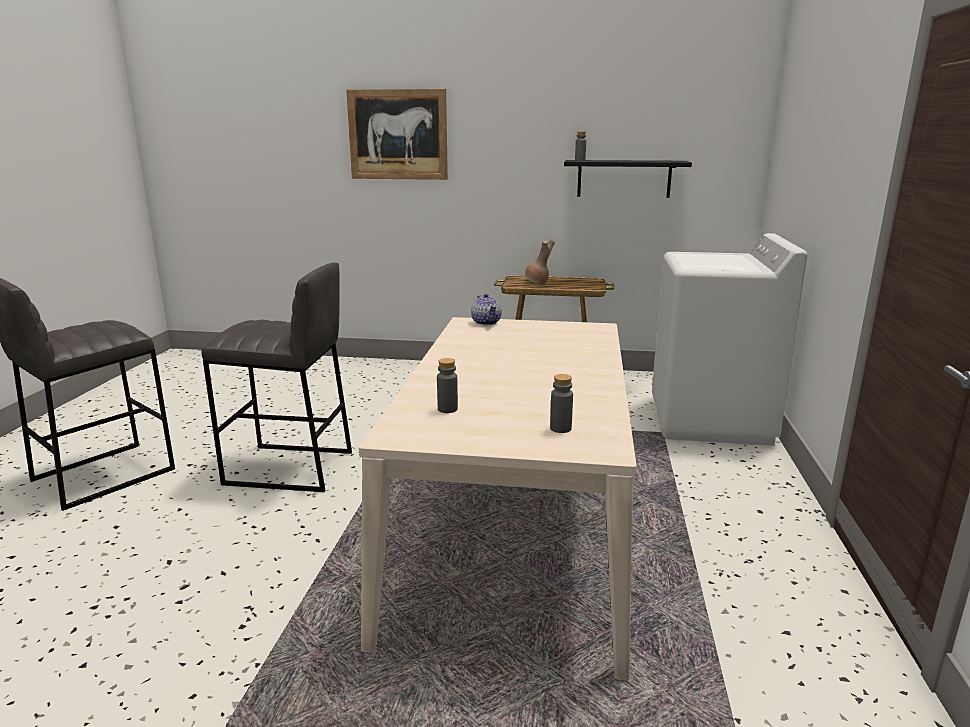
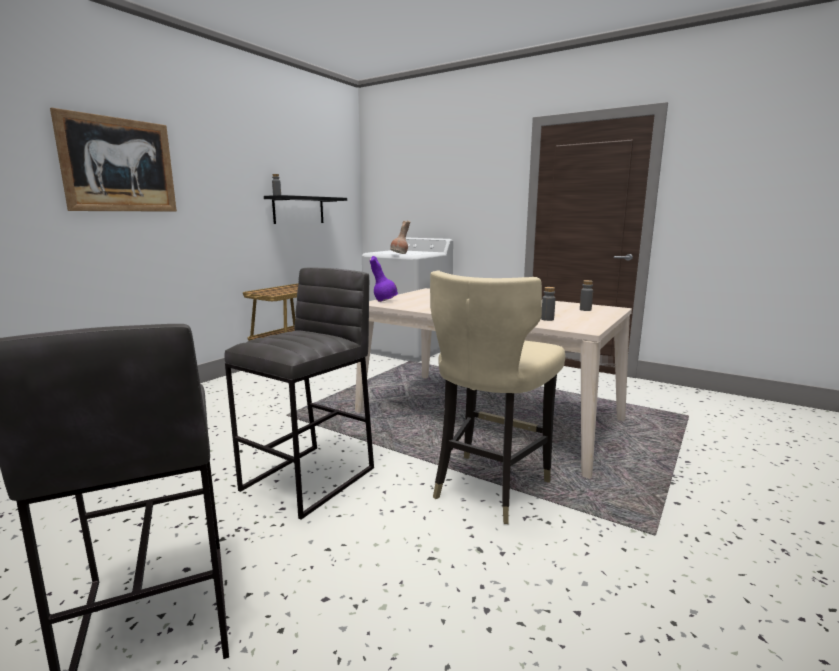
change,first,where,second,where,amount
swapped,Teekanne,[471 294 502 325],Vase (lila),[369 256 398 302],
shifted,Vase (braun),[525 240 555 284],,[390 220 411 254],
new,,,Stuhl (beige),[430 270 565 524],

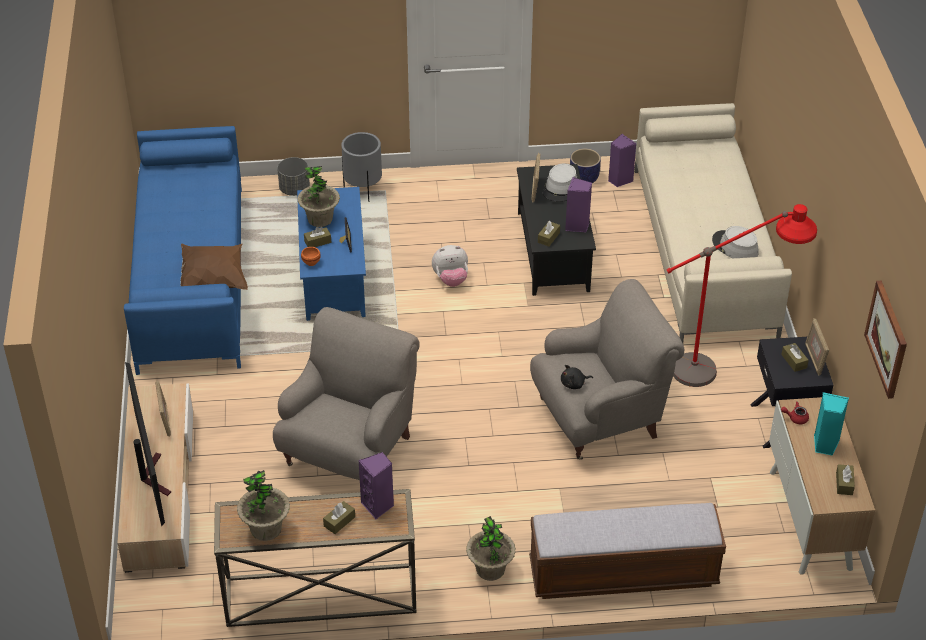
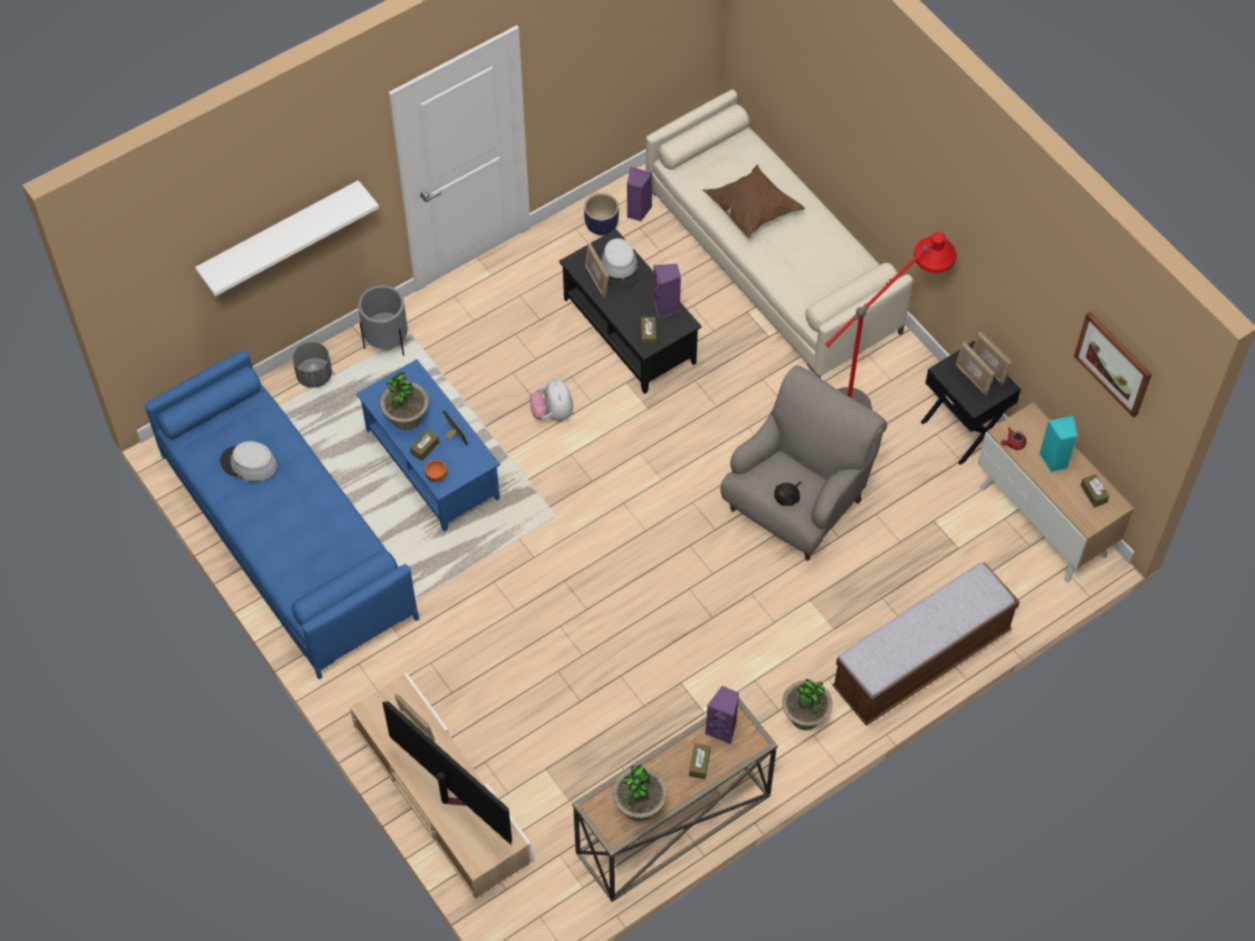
change,first,where,second,where,amount
shifted,Kissen (braun),[180 243 248 290],,[703 164 805 238],
gone,Sessel (grau),[273 307 420 480],,,
rotated,Plüschtier,[432 245 468 287],,[530 379 573 421],120 degrees clockwise
shifted,Hut (grau),[712 226 759 258],,[220 441 277 481],
swapped,Taschentuchbox (braun),[781 343 809 372],Bilderrahmen,[955 342 995 396],
new,,,Wandregal (weiß),[195 180 379 296],

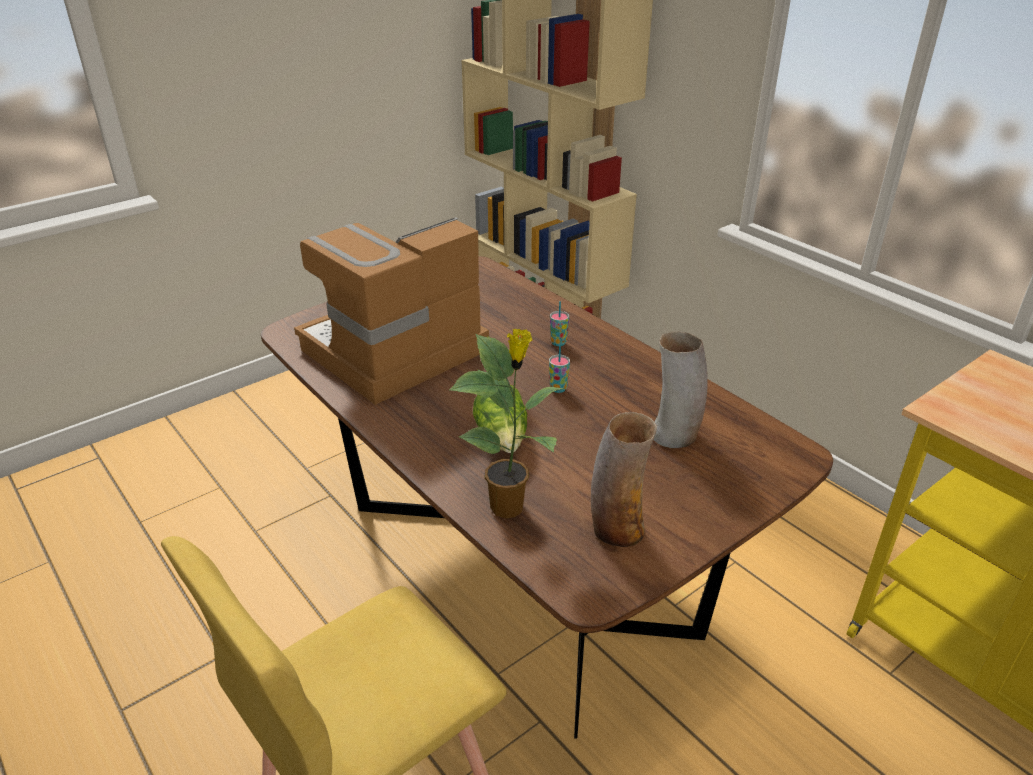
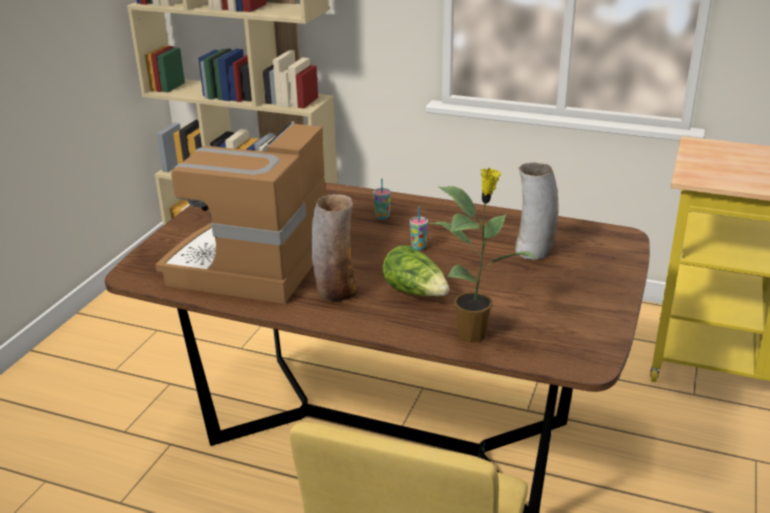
change,first,where,second,where,amount
shifted,Vase,[591 412 657 547],,[311 194 357 301],

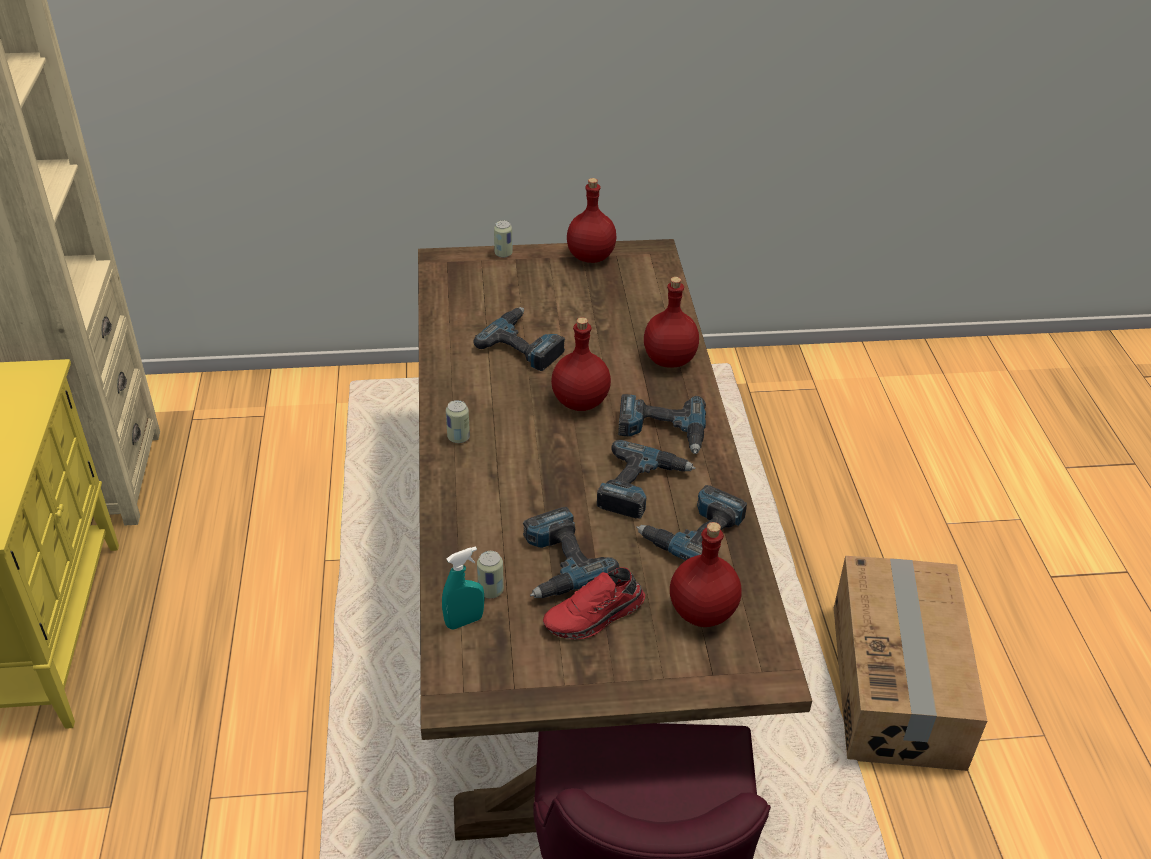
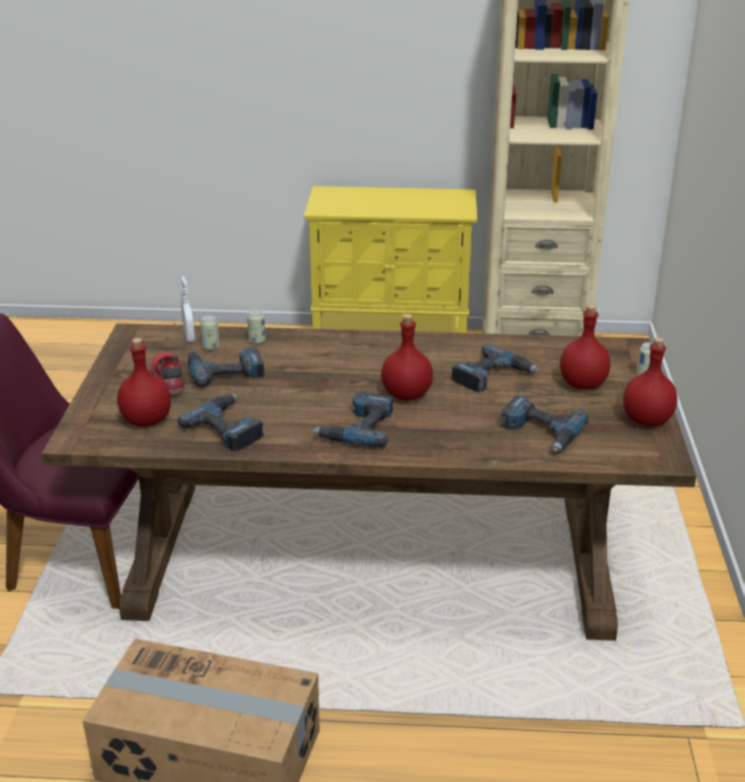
change,first,where,second,where,amount
repainted,Sprühflasche (türkis),[442 546 485 630],Sprühflasche (weiß),[181 276 195 342],
shifted,Dose,[446 400 470 443],,[247 309 266 344],
shifted,Bohrmaschine,[597 440 695 519],,[500 395 588 452],
shifted,Flasche (rot),[644 277 699 368],,[560 305 610 390],

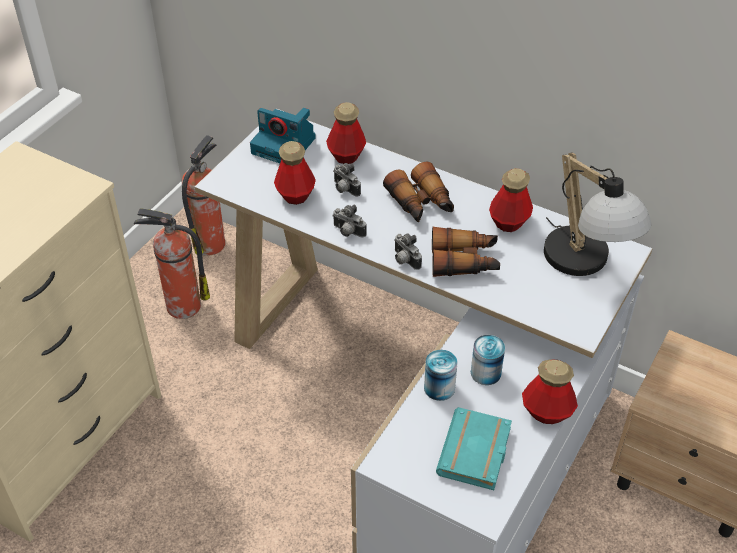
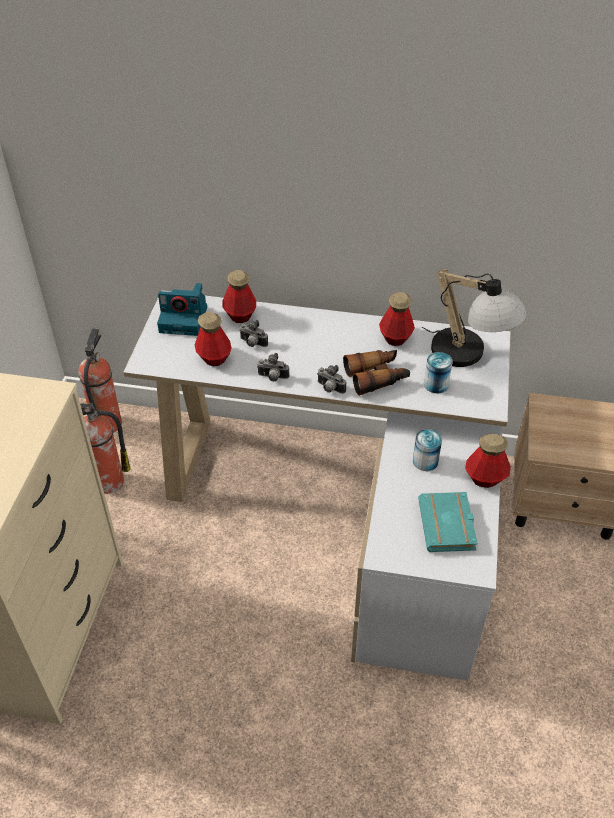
change,first,where,second,where,amount
gone,Fernglas,[383 162 454 222],,,
shifted,Dose,[424 350 458 401],,[424 352 453 393],

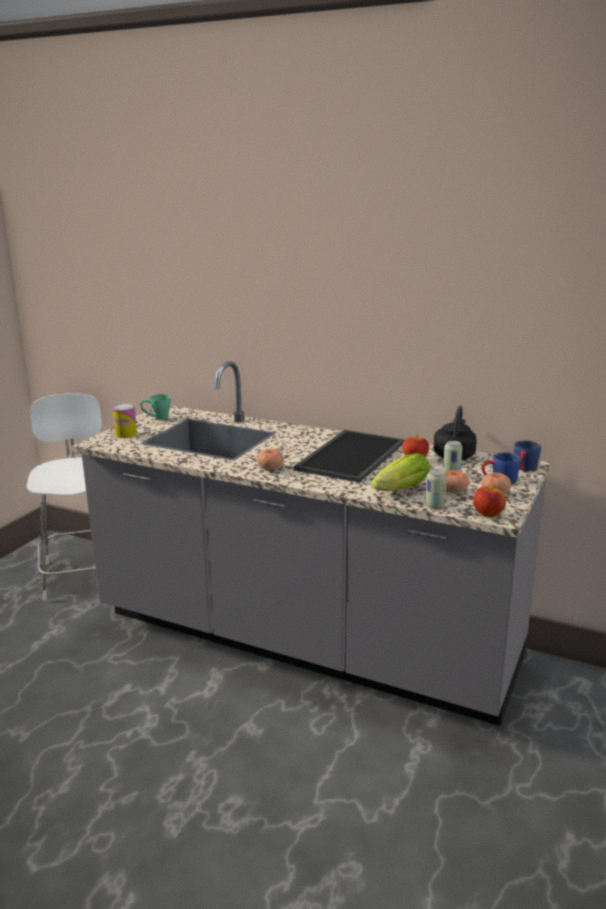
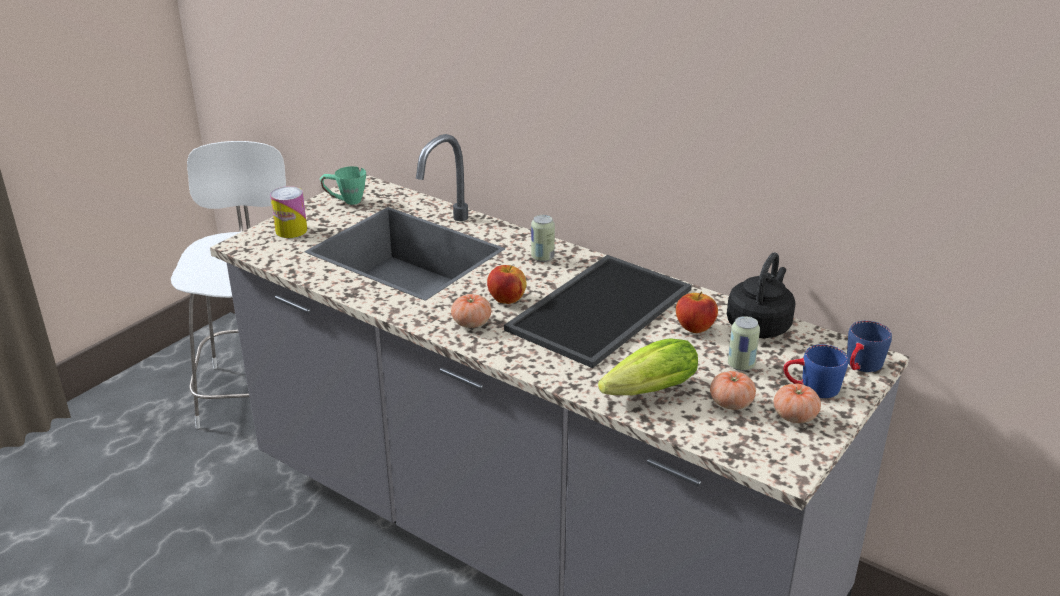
change,first,where,second,where,amount
shifted,Dose,[425 469 447 509],,[531 215 555 262],
shifted,Apfel,[473 486 506 517],,[487 265 527 304],

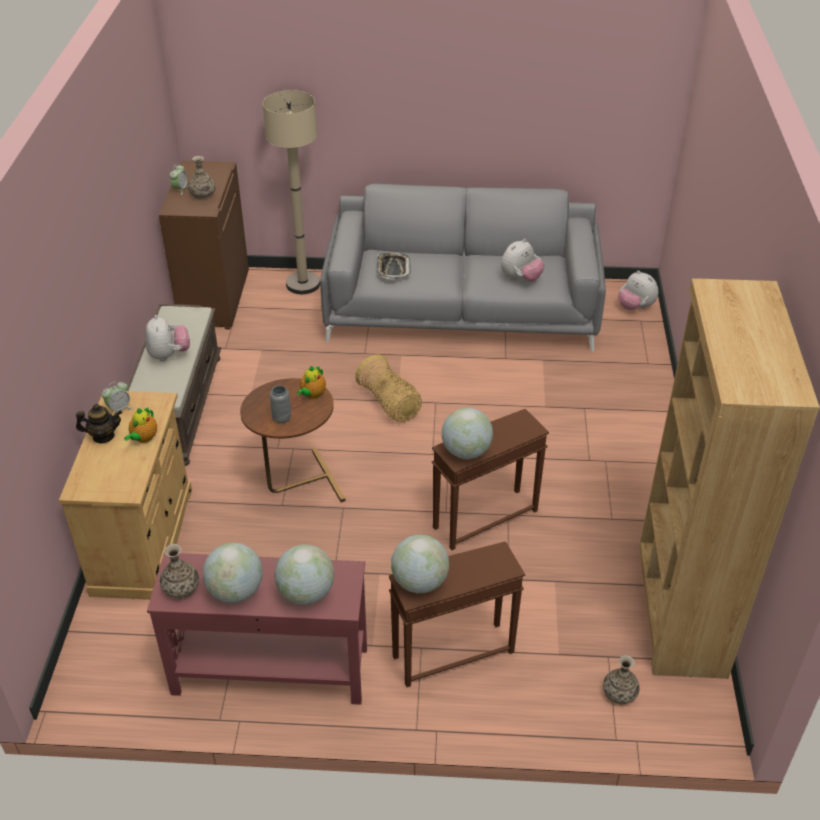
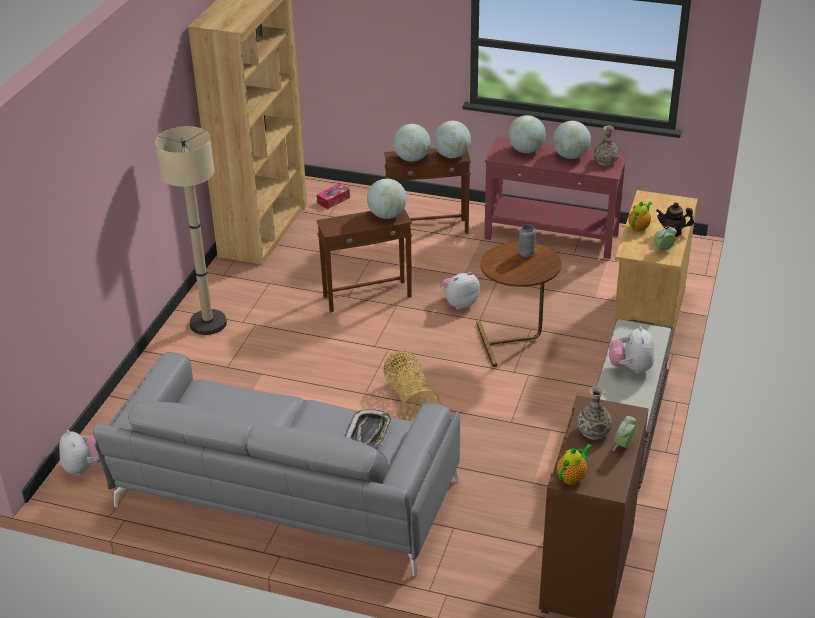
change,first,where,second,where,amount
shifted,Stehlampe (beige),[263 90 320 294],,[155 126 227 335],
shifted,Teekanne,[297 366 326 399],,[557 444 592 485],
shifted,Plüschtier,[501 239 545 282],,[440 272 480 309],
swapped,Vase,[603 655 640 705],Taschentuchbox,[317 184 350 209],
new,,,Globus,[393 124 430 162],

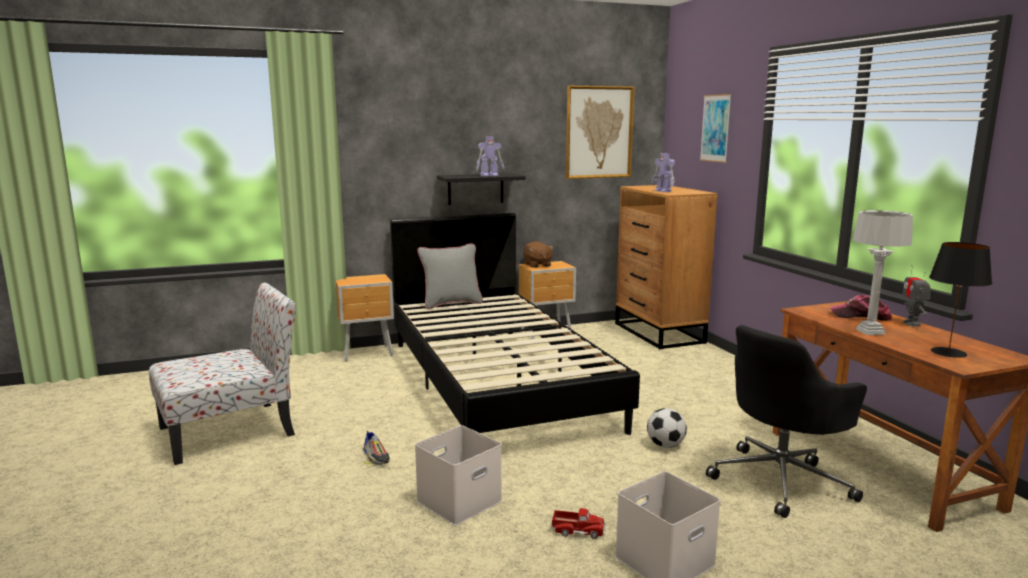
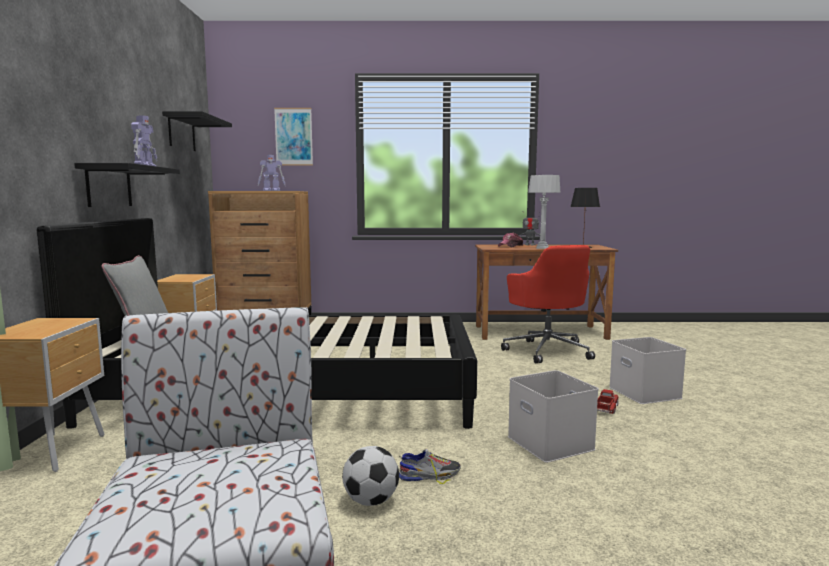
change,first,where,second,where,amount
gone,Plüschtier (braun),[523 241 554 268],,,
swapped,Bild,[566 86 634 179],Wandregal (schwarz),[162 111 232 151],
shifted,Fußball,[647 408 687 448],,[342 446 399 506],
repainted,Bürostuhl (schwarz),[706 325 867 518],Bürostuhl (rot),[501 245 595 363],

